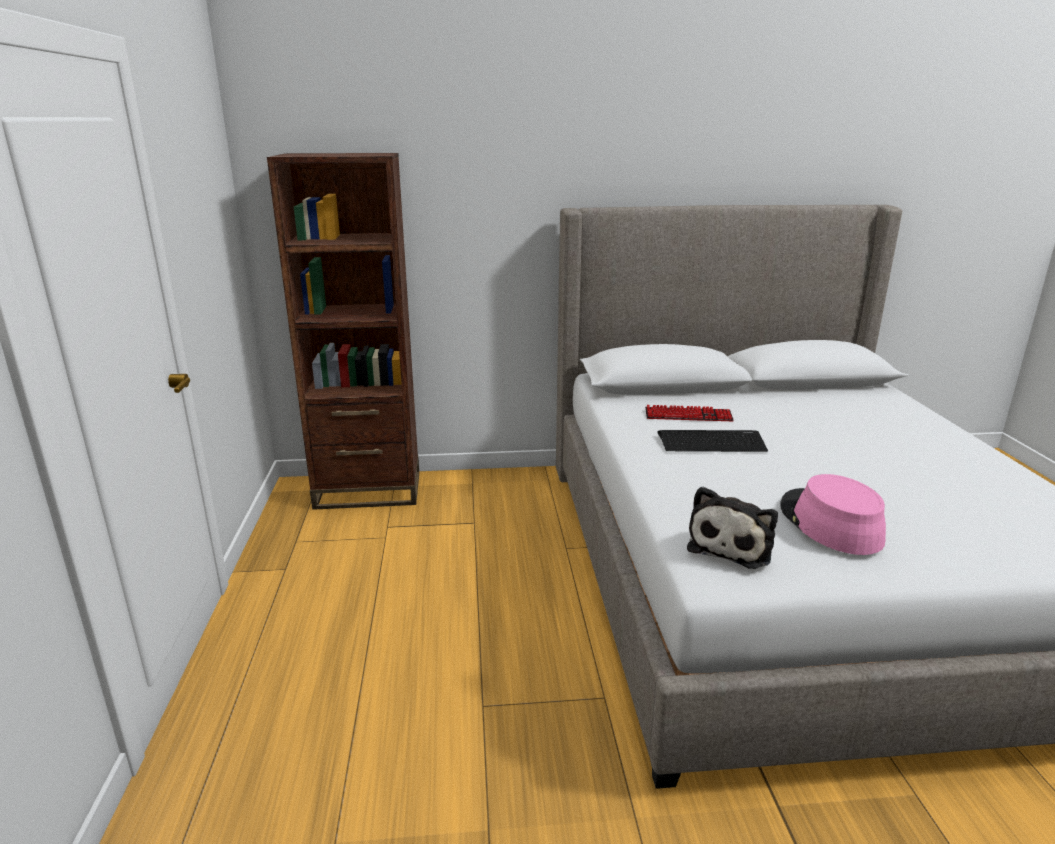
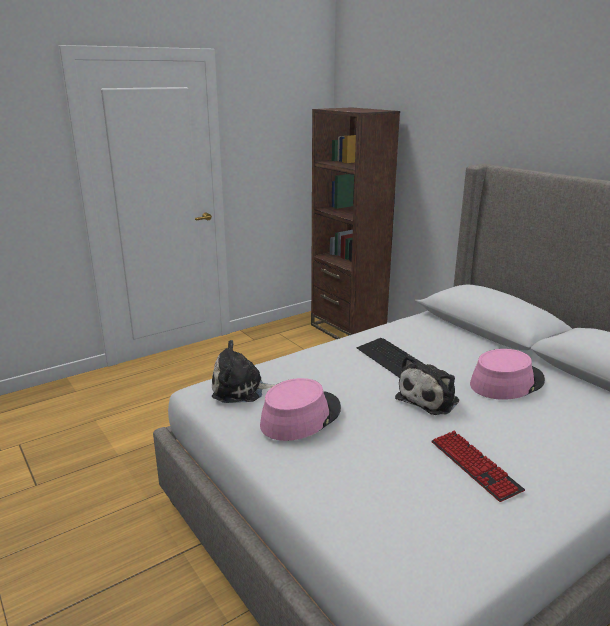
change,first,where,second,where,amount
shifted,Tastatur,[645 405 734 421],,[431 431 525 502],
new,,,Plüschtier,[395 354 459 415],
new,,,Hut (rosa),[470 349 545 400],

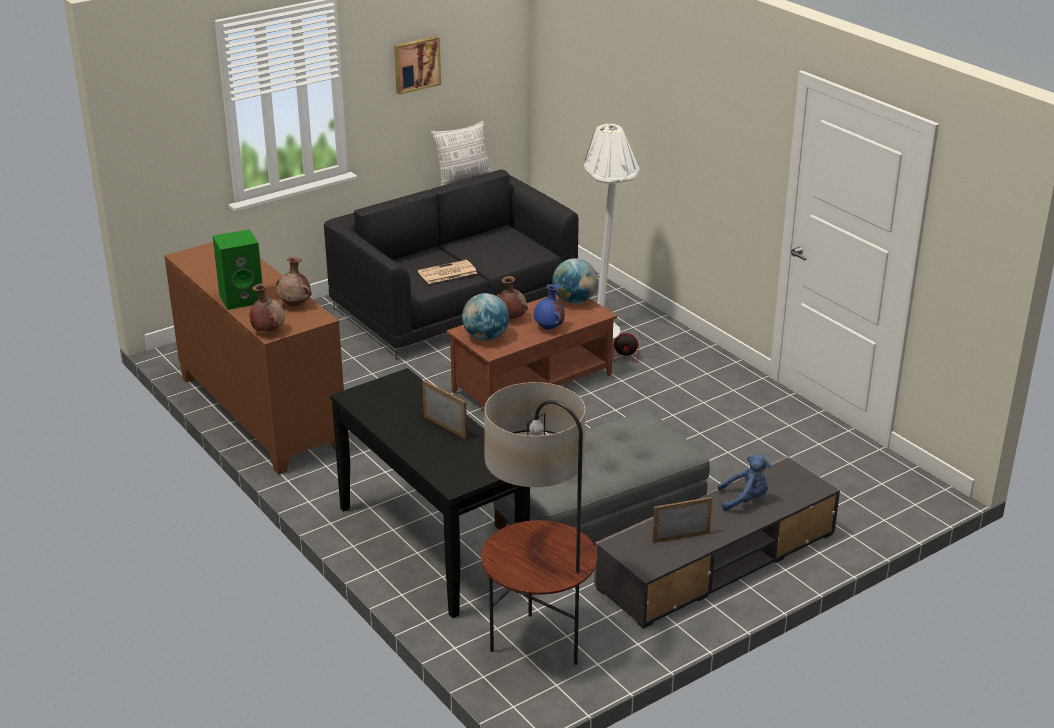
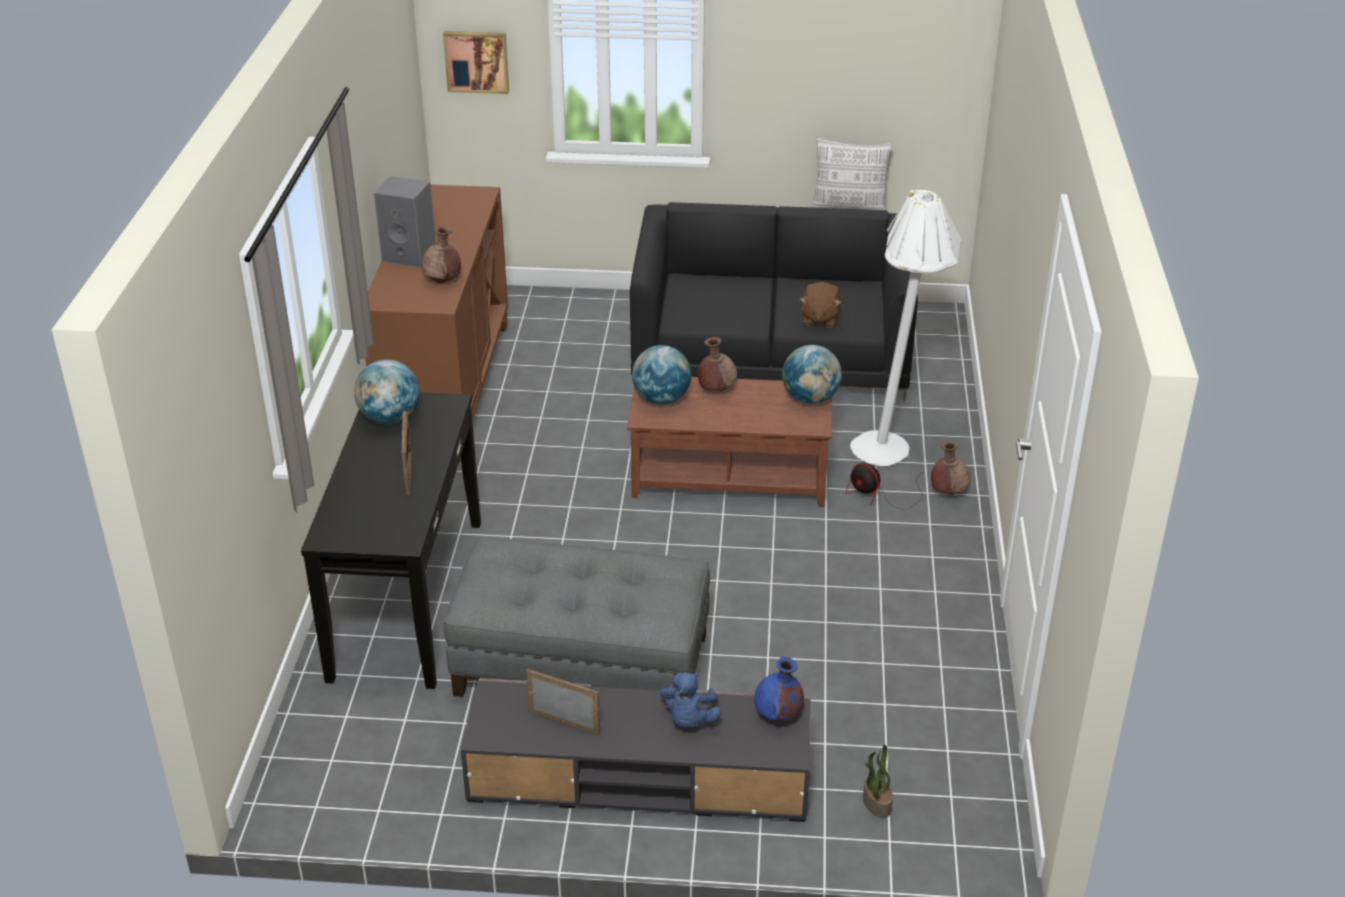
change,first,where,second,where,amount
repainted,Lautsprecher (grün),[212 229 262 310],Lautsprecher (grau),[374 176 436 268],
shifted,Vase (braun),[250 283 285 332],,[931 441 971 495],
shifted,Bild,[394 36 441 95],,[443 31 509 94],
gone,Zeitung,[418 260 477 284],,,
gone,Stehlampe,[481 382 597 665],,,
shifted,Vase (blau),[533 284 565 330],,[754 657 804 721],
rotated,Plüschtier (blau),[718 454 771 511],,[660 672 721 728],60 degrees clockwise
new,,,Globus,[354 359 420 424],
new,,,Plüschtier (braun),[800 282 841 328],
new,,,Topfpflanze,[863 745 893 818],

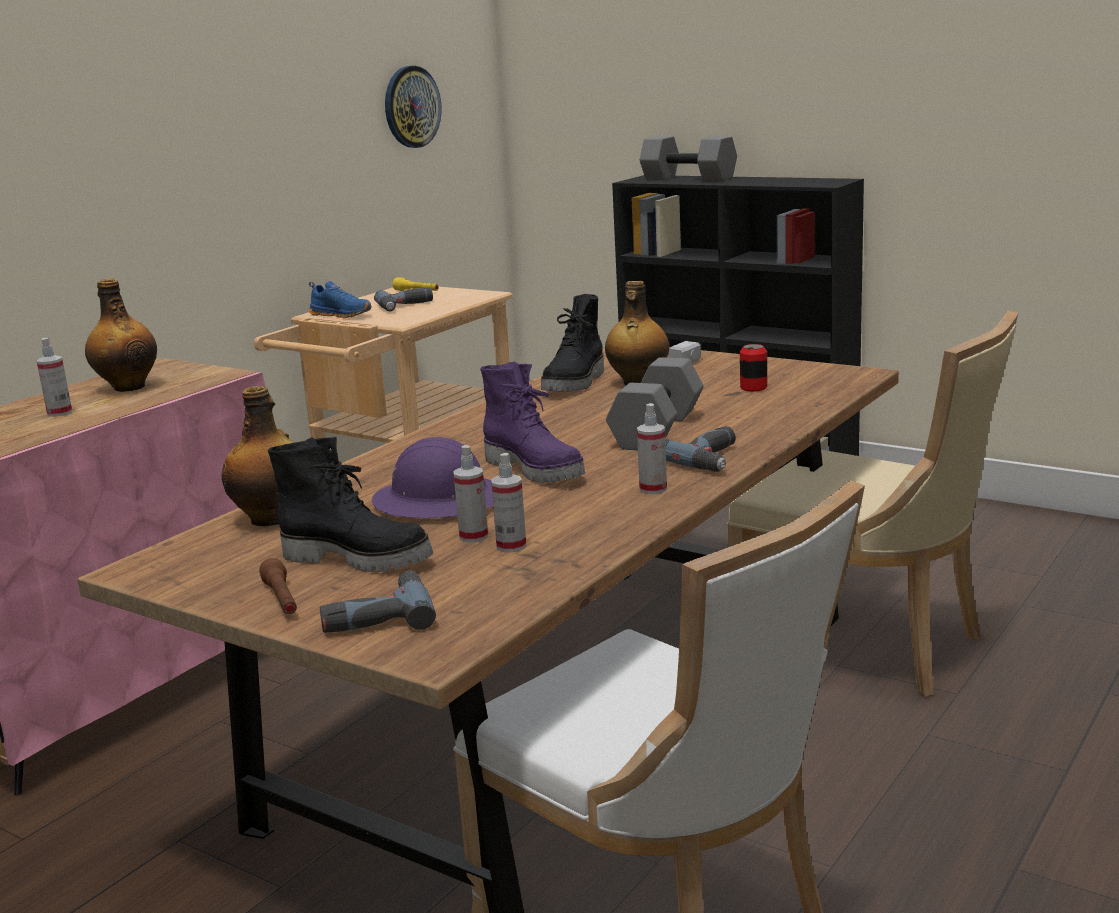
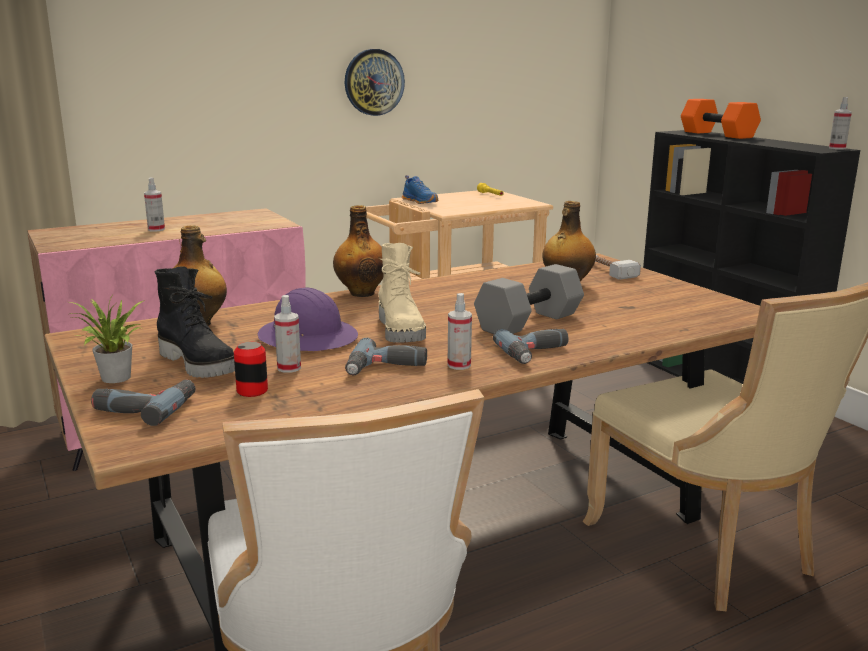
change,first,where,second,where,amount
shifted,Flasche,[85 278 157 392],,[333 205 384 297],
swapped,Taschenlampe (braun),[259 558 297 614],Topfpflanze,[70 296 145 383],
shifted,Bohrmaschine,[374 287 433 311],,[345 338 427 375],
shifted,Wanduhr,[385 66 442 148],,[345 49 405 116],
repainted,Stiefel (lila),[480 362 585 483],Stiefel (beige),[378 243 426 343],
shifted,Sprühflasche,[491 453 526 552],,[829 97 852 150],
gone,Stiefel (schwarz),[541 294 604 391],,,
repainted,Hantel (grau),[640 136 737 181],Hantel (orange),[681 99 761 139],
shifted,Dose,[740 344 767 391],,[234 342 268 397],

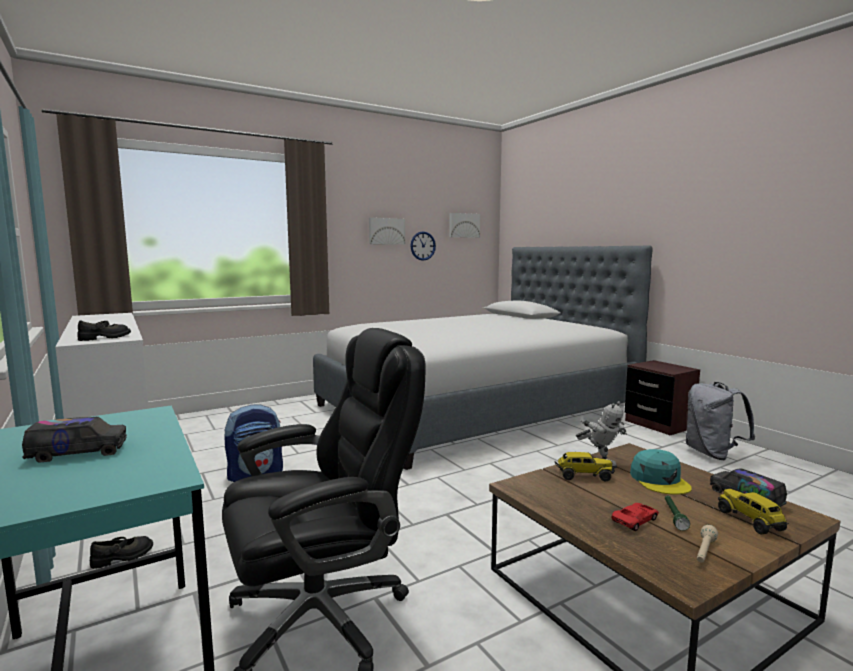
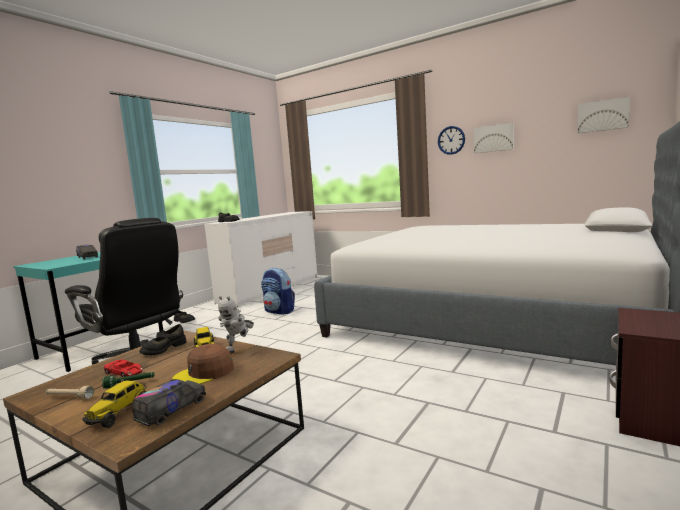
change,first,where,second,where,amount
shifted,Wanduhr,[411 231 436 261],,[438 126 465 155],
repainted,Kappe (türkis),[630 449 692 495],Kappe (braun),[172 344 234 384],
gone,Rucksack (grau),[686 382 755 460],,,
rotated,Spielzeuglaster,[718 489 789 534],,[83 380 147 428],150 degrees clockwise
new,,,Schuh (schwarz),[140 324 186 355],

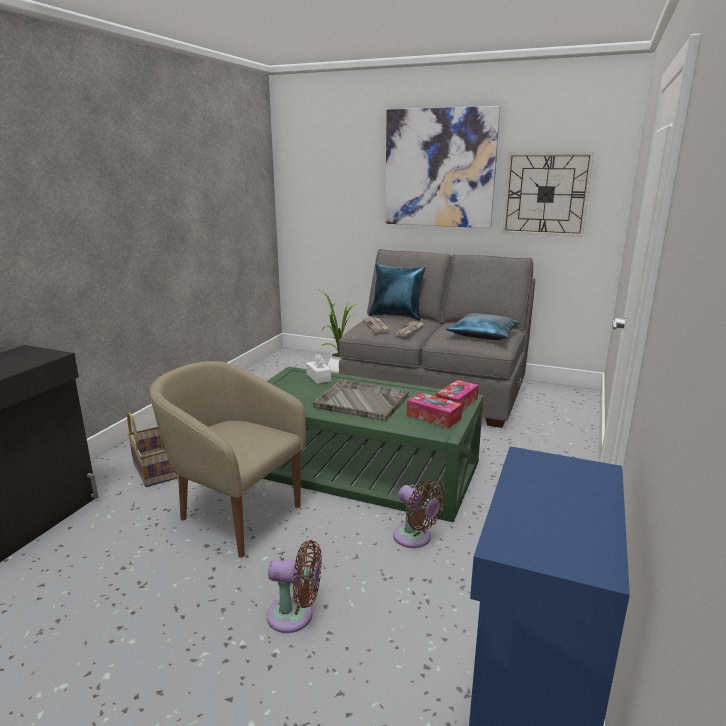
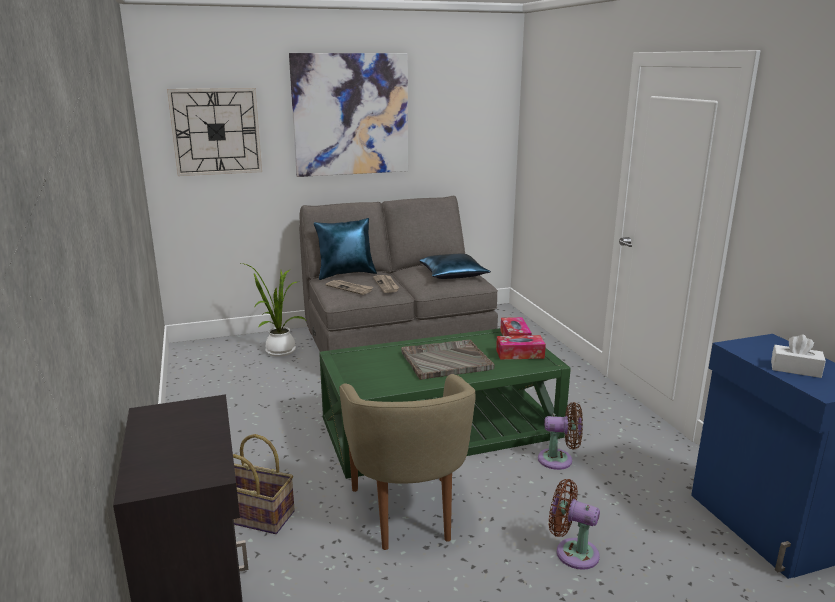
change,first,where,second,where,amount
rotated,Sessel (beige),[150 361 306 558],,[339 374 476 550],90 degrees counterclockwise
rotated,Ventilator (braun),[267 540 322 633],,[548 479 600 570],120 degrees counterclockwise
shifted,Taschentuchbox (weiß),[306 354 331 384],,[771 335 826 378],
shifted,Wanduhr,[502 152 594 237],,[167 88 262 176],

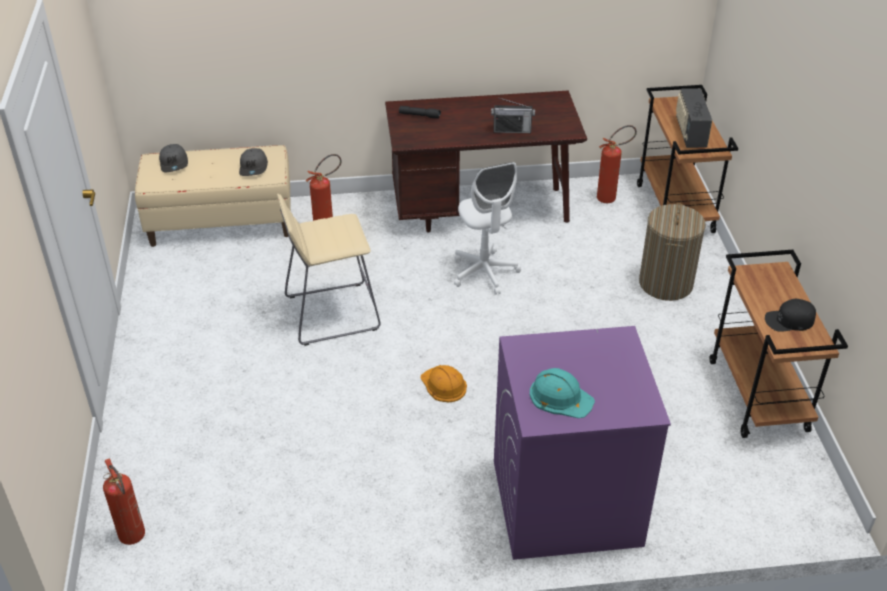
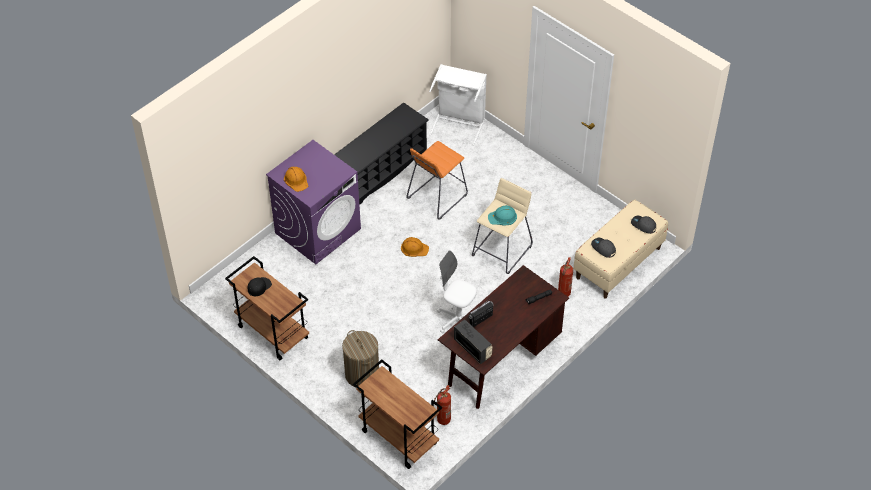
change,first,where,second,where,amount
swapped,Feuerlöscher,[103 459 145 545],Wäschekorb (weiß),[429 64 487 146],
shifted,Schutzhelm (türkis),[530 368 595 418],,[488 205 517 225],
shifted,Radio,[676 89 712 148],,[454 320 492 364],
new,,,Schutzhelm (orange),[284 167 308 192],
new,,,Schuhregal (schwarz),[334 102 429 205],
new,,,Hocker (orange),[406 141 468 219],

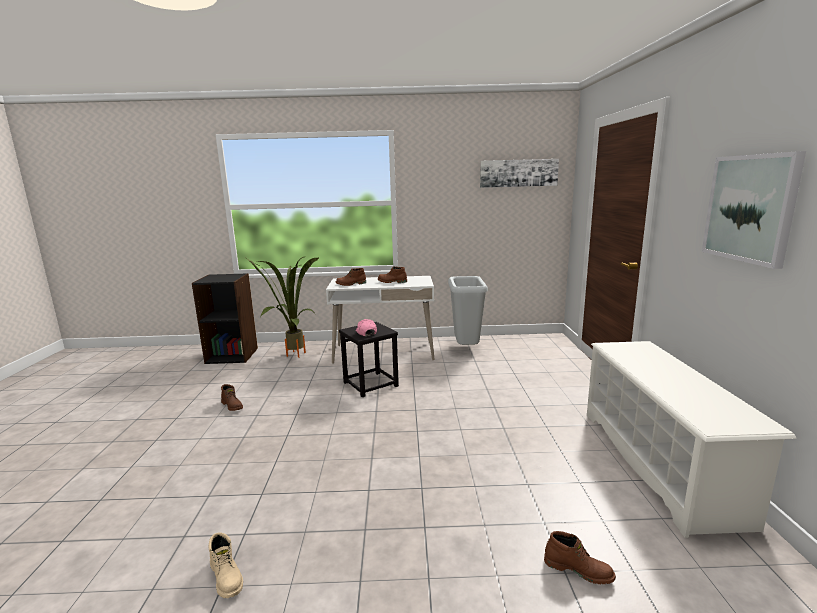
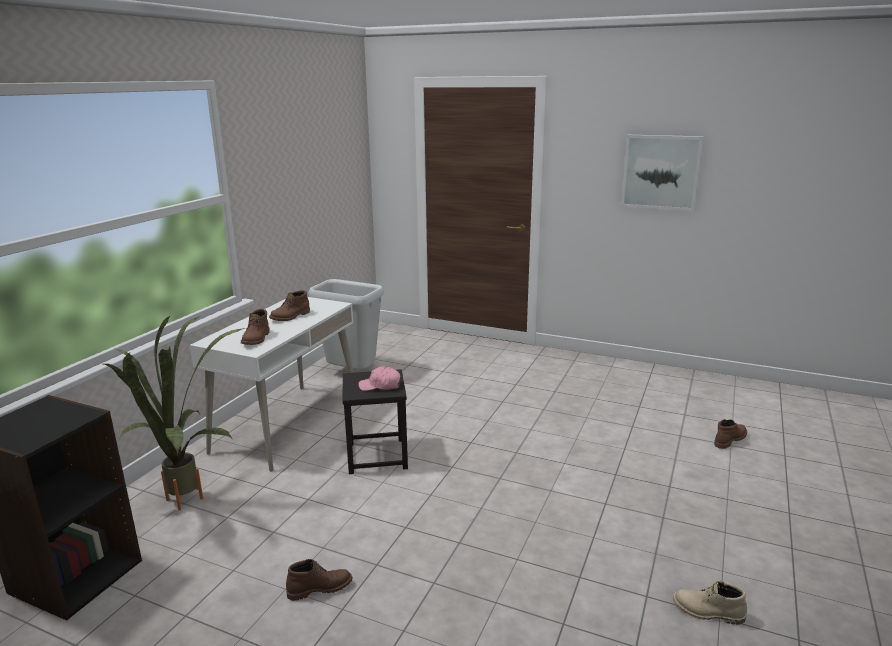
change,first,where,second,where,amount
rotated,Stiefel (beige),[209 532 243 598],,[673 581 747 625],150 degrees counterclockwise
gone,Bild,[480 159 559 188],,,
gone,Schuhregal (weiß),[587 341 796 538],,,

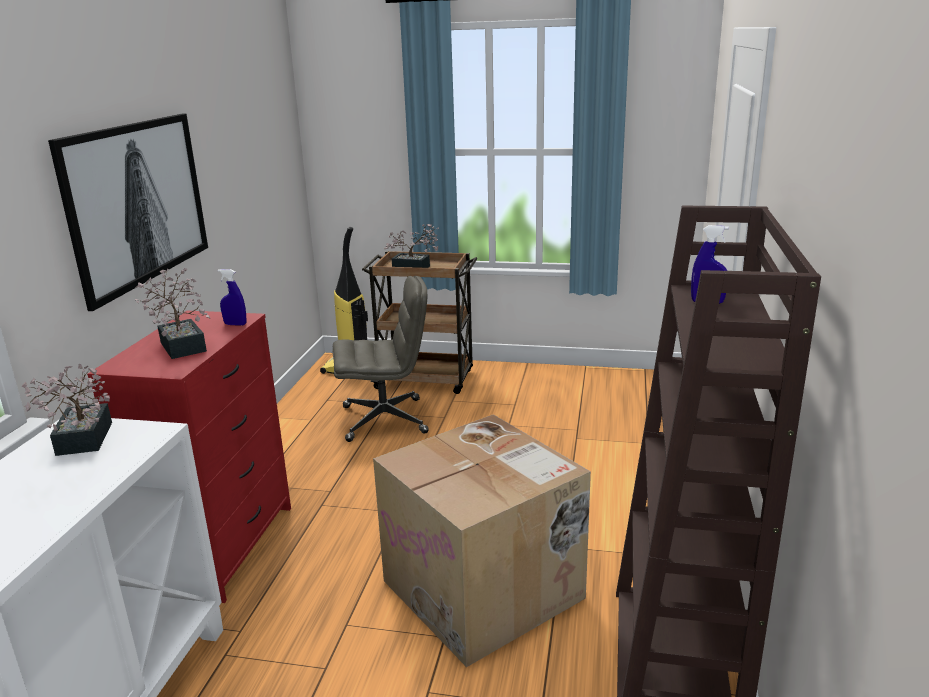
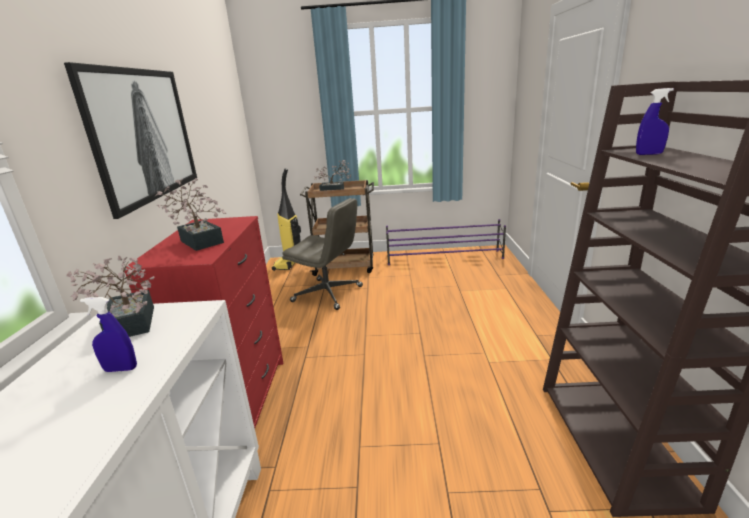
change,first,where,second,where,amount
shifted,Sprühflasche (blau),[218 269 246 325],,[80 297 137 372],
rotated,Bürostuhl (grau),[332 276 429 442],,[282 198 363 310],45 degrees clockwise
gone,Karton,[373 414 591 667],,,
new,,,Schuhregal (lila),[386 219 506 265],

